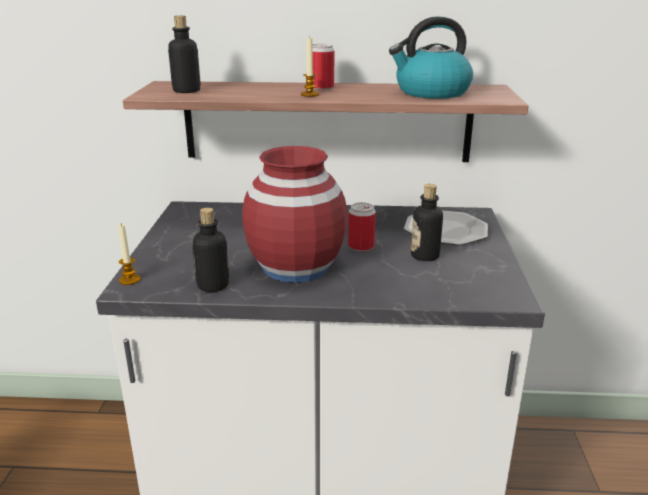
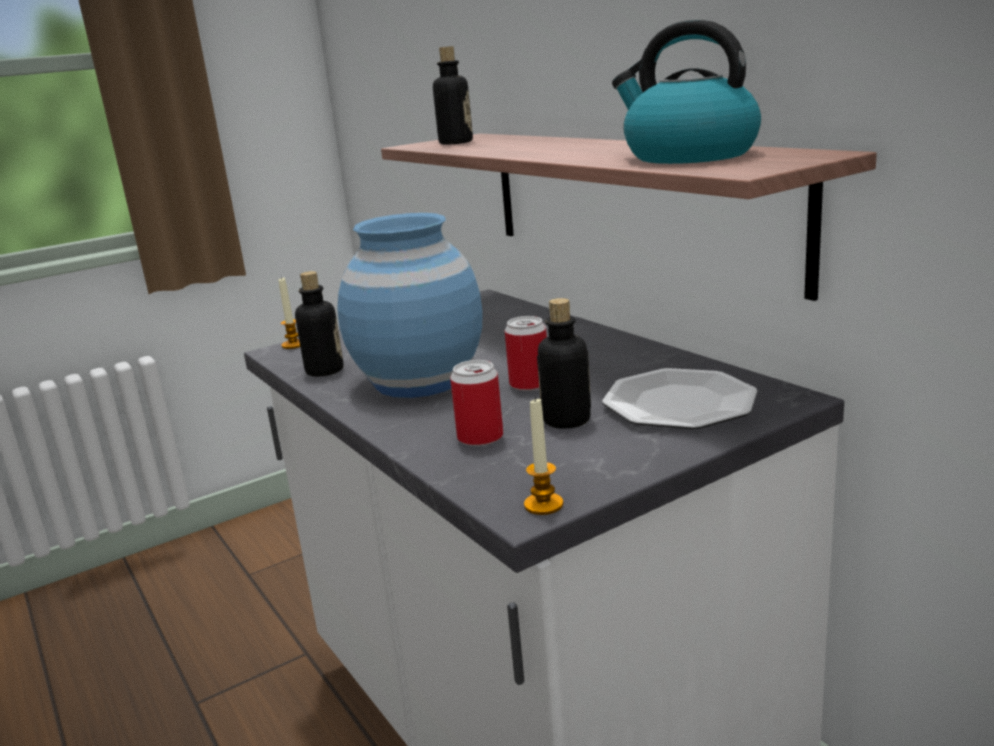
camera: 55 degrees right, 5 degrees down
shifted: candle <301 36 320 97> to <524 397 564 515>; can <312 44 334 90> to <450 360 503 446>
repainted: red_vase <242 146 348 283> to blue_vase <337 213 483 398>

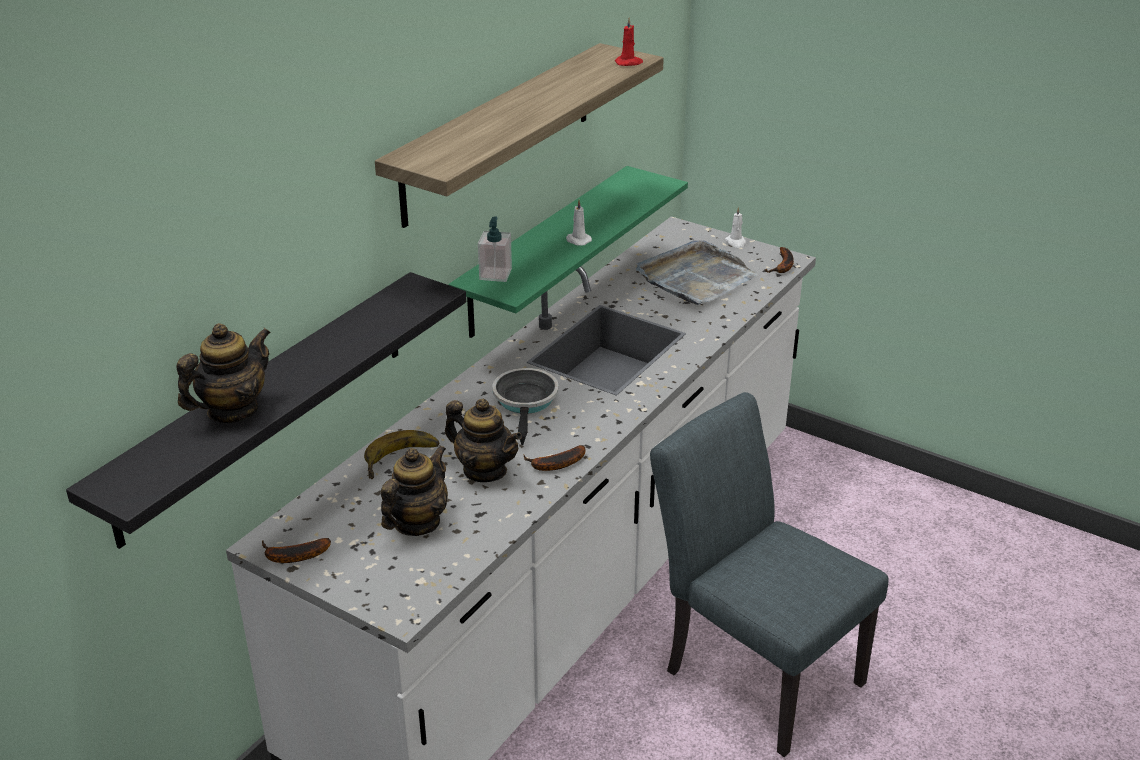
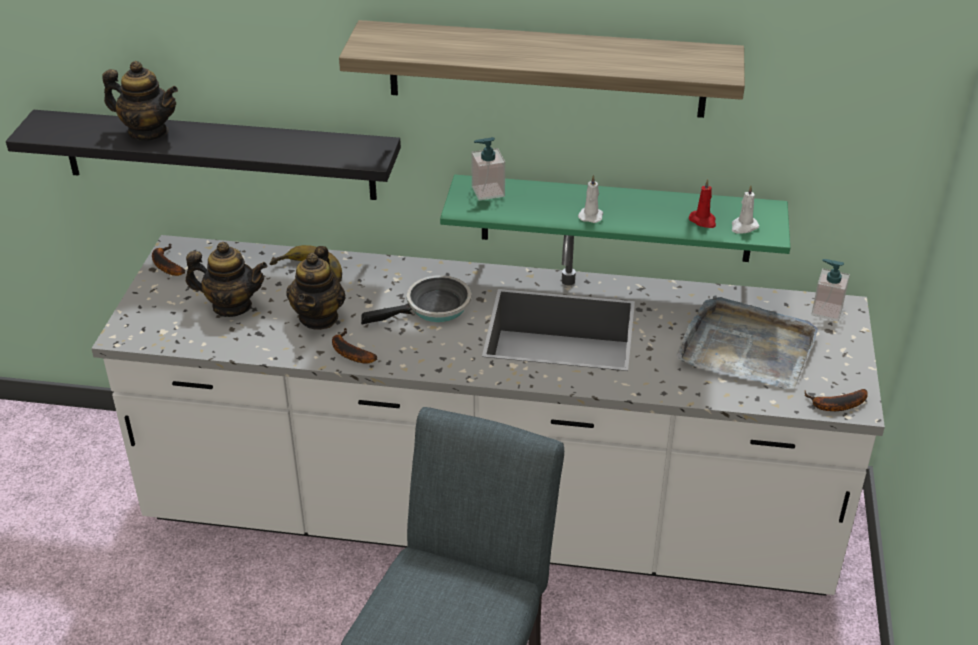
camera: 65 degrees right, 5 degrees up
new: soap_dispenser <811 259 850 321>
shifted: red_candle <615 17 643 66> to <689 179 716 228>; white_candle <725 207 746 248> to <732 185 759 234>

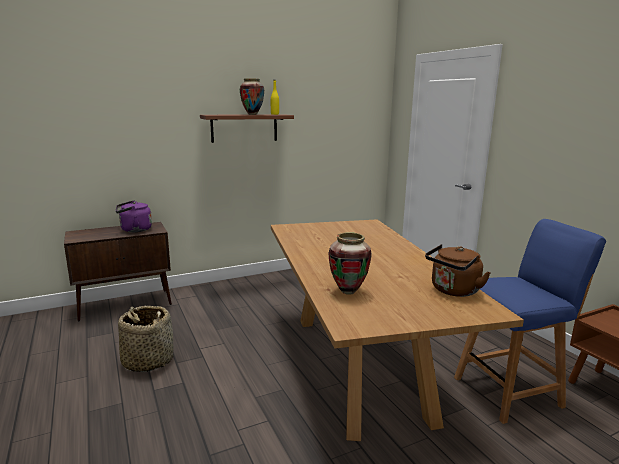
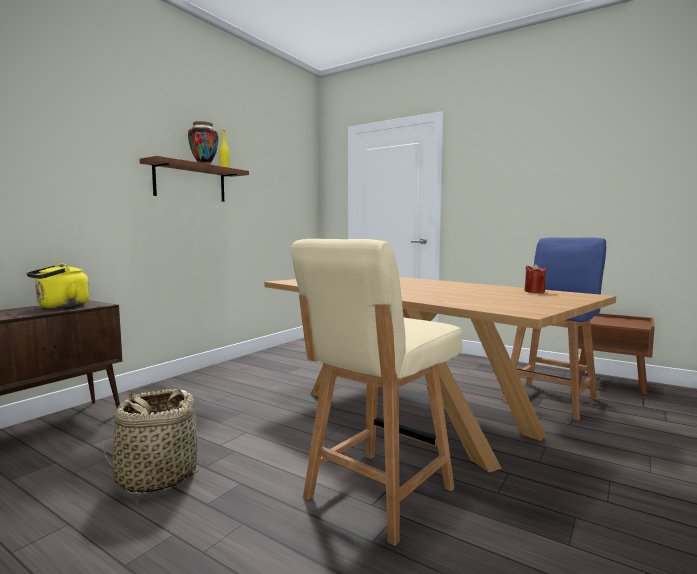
camera: 30 degrees left, 10 degrees down
gone: vase <328 232 372 295>
new: beige_chair <291 239 462 546>
swapped: brown_kettle <425 244 491 297> to red_candle <524 264 546 293>
repainted: purple_kettle <116 200 152 232> to yellow_kettle <27 264 89 309>

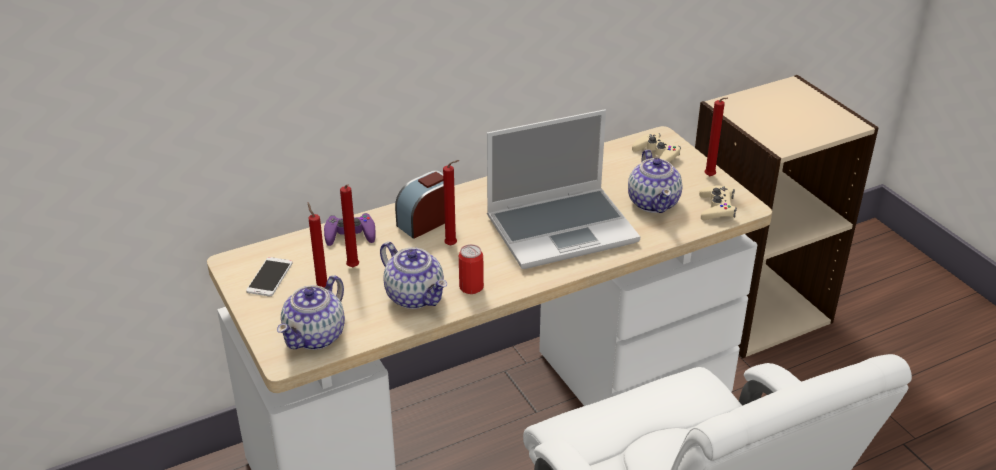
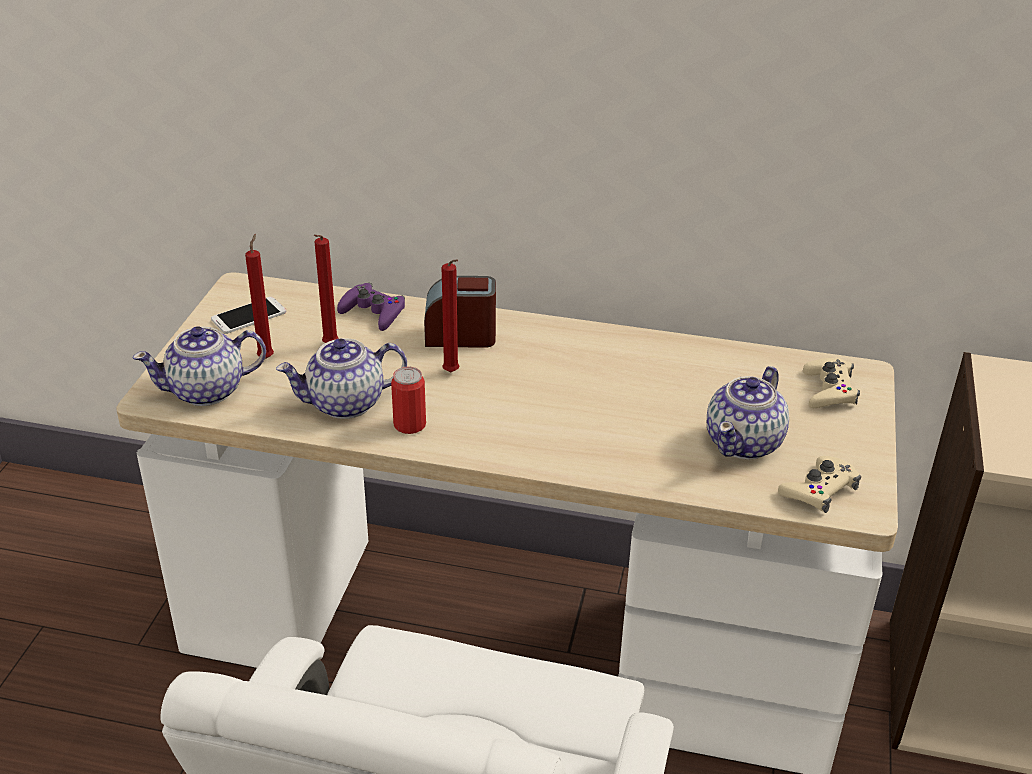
camera: 40 degrees right, 0 degrees up
gone: red_candle <705 98 728 176>; laptop <487 109 640 269>
rotated: teapot <380 242 447 309> = <276 338 407 419> 75 degrees clockwise

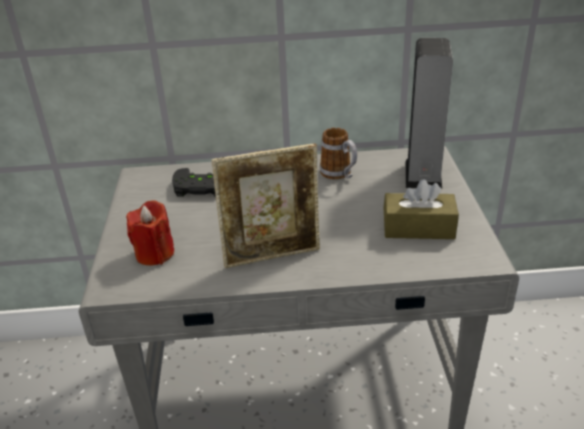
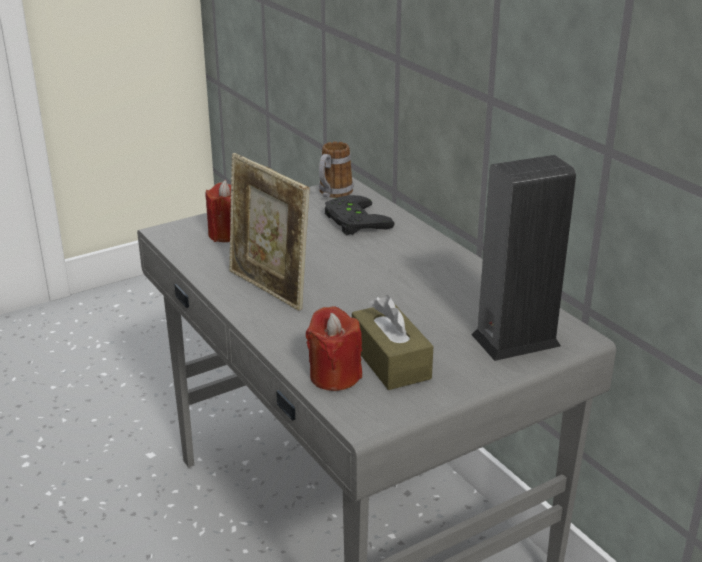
camera: 60 degrees right, 5 degrees down
new: red_candle <306 306 362 391>
shifted: mug <320 128 357 180> to <319 141 353 198>

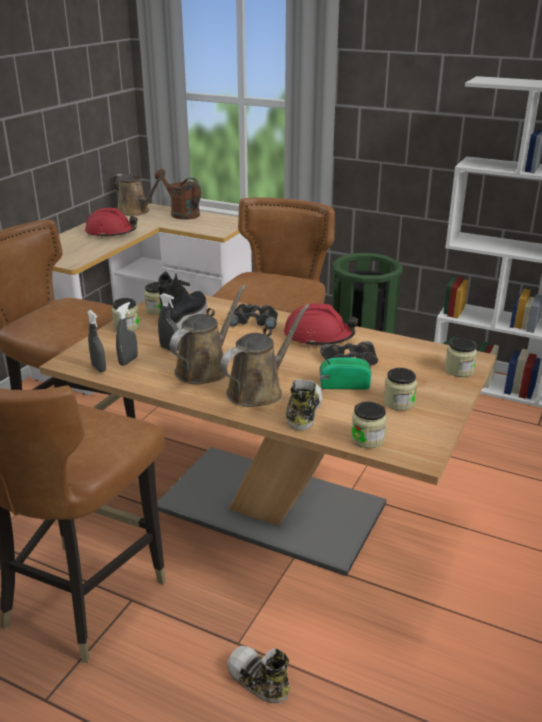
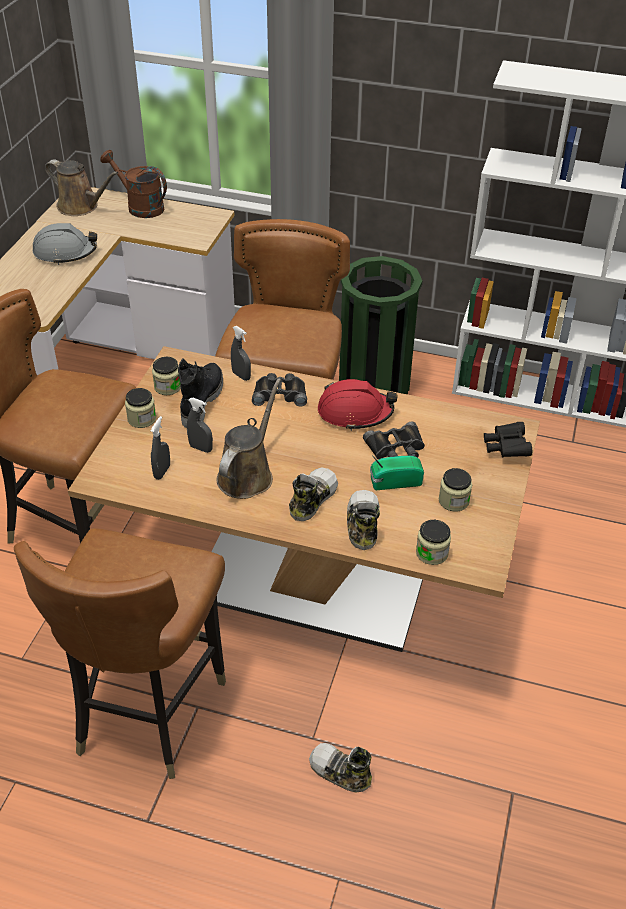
camera: 10 degrees left, 15 degrees up
shifted: grey_spray_bottle <88 310 106 372> to <231 326 251 381>
swapped: brown_watering_can <220 304 309 407> to shoe <289 467 338 521>; jar <445 338 477 377> to black_binoculars <484 422 532 457>
repainted: red_hard_hat <85 208 138 238> to grey_hard_hat <33 223 97 265>

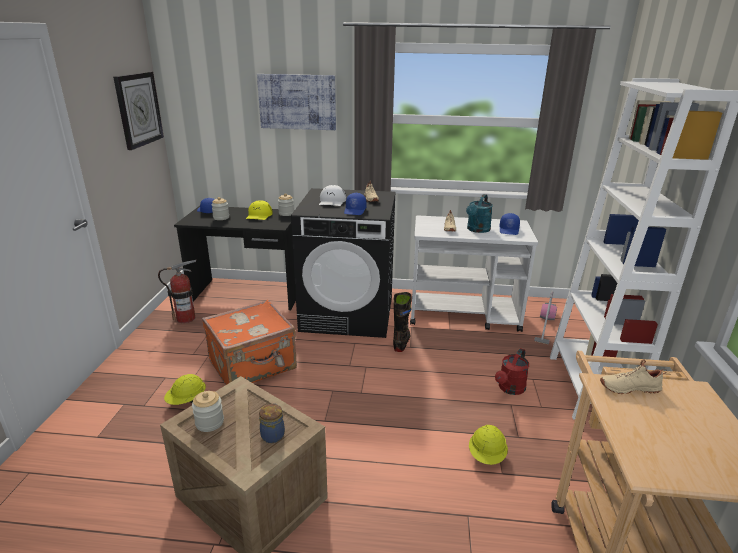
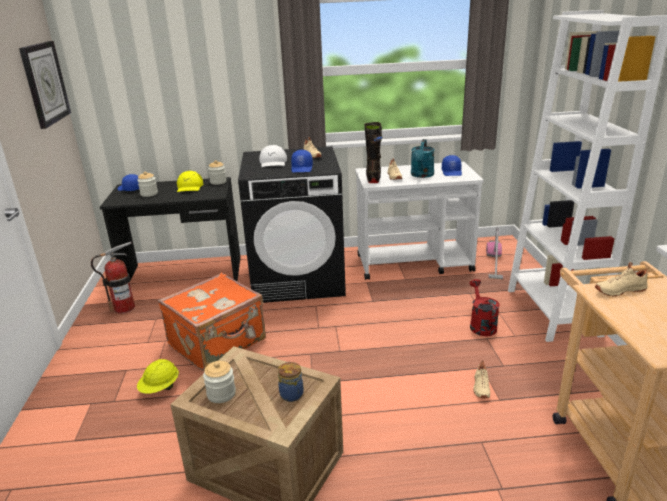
camera: 10 degrees left, 0 degrees up
gone: picture <257 74 336 130>
shifted: black_boot <393 292 412 352> to <364 122 382 183>
swapped: yellow_hard_hat <469 425 508 465> to beige_shoe <473 361 490 398>
rotated: red_watering_can <495 348 529 395> = <470 279 500 336> 150 degrees clockwise

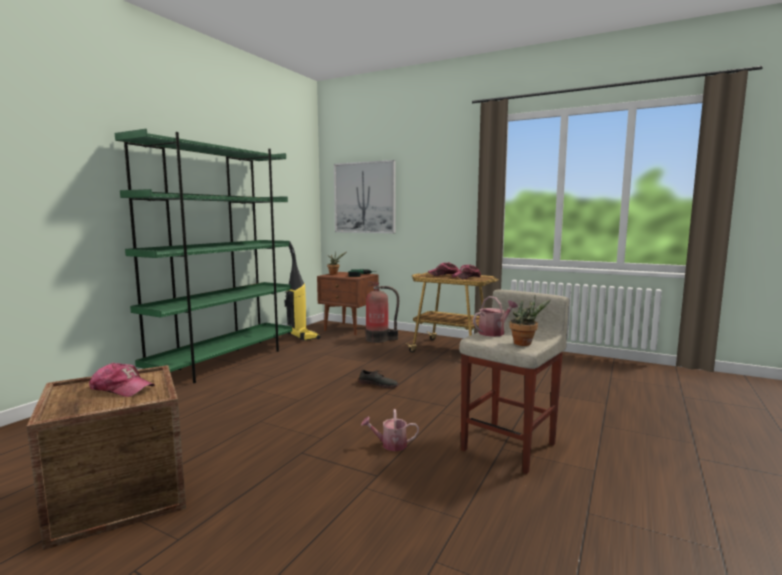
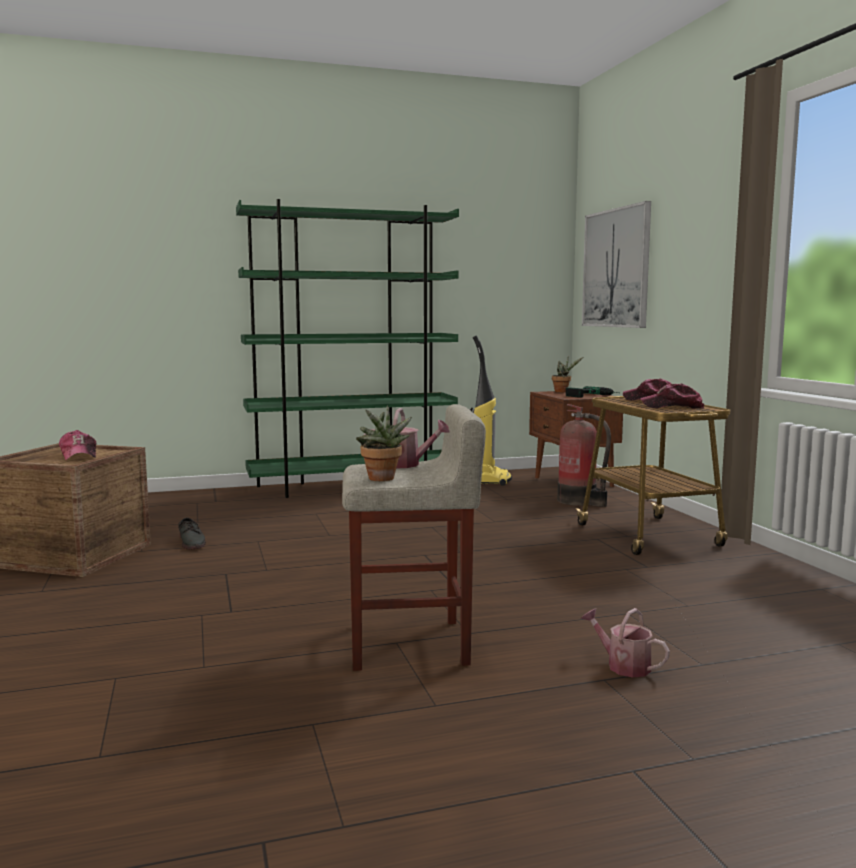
camera: 45 degrees right, 0 degrees up
shifted: grey_shoe <358 370 399 388> to <178 518 206 550>; watering_can <361 409 419 451> to <581 608 670 678>

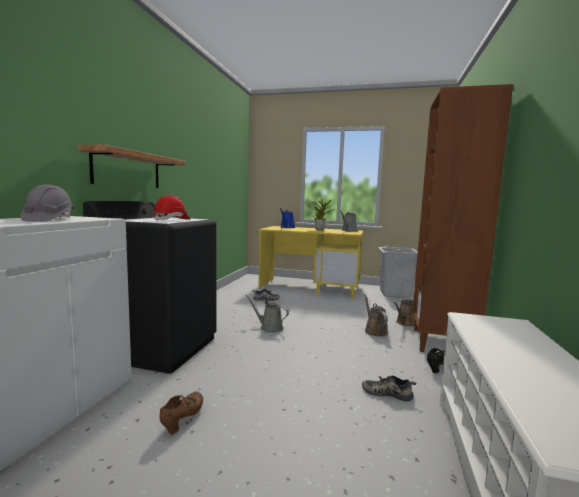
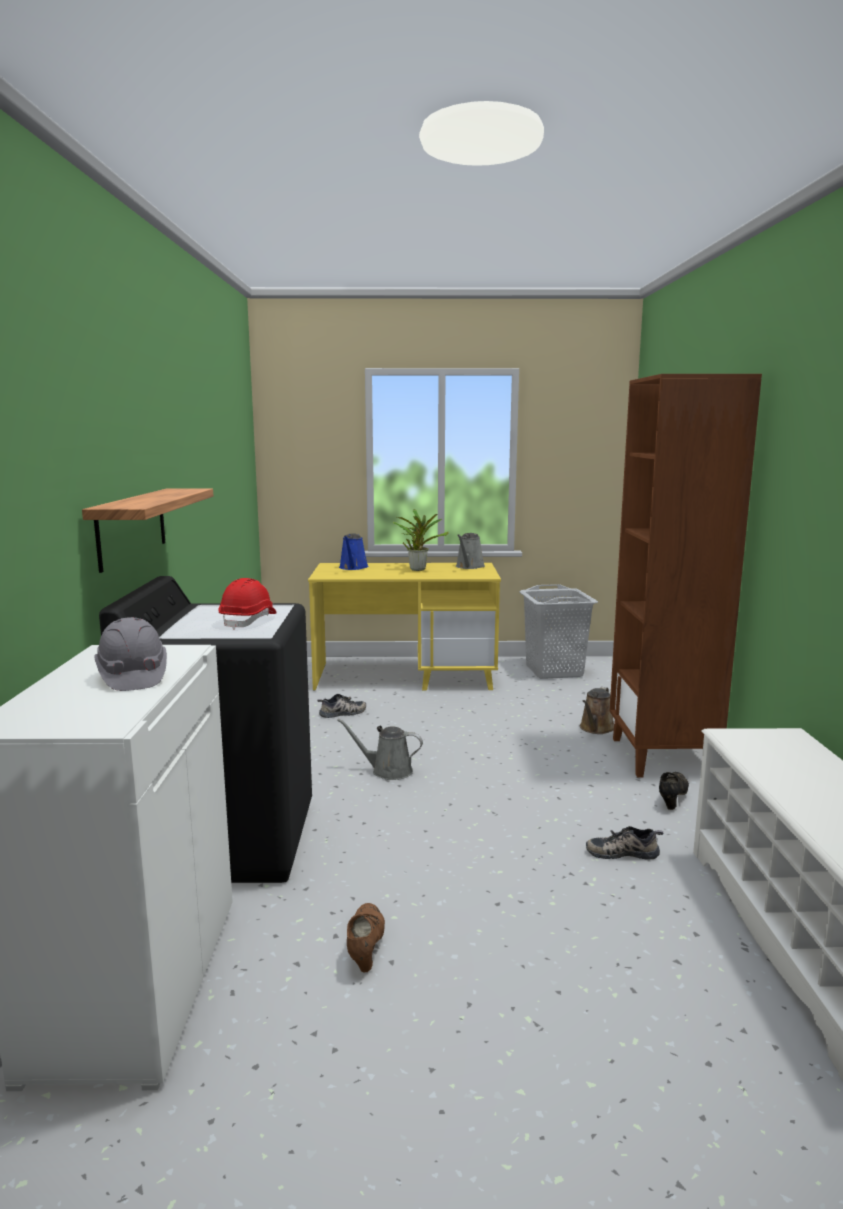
camera: 15 degrees left, 5 degrees up
gone: brown_watering_can <364 295 388 337>

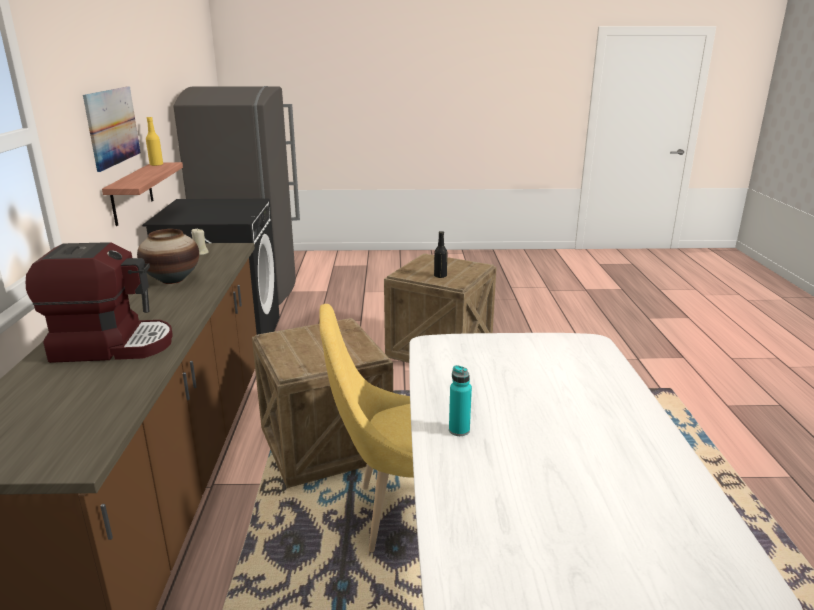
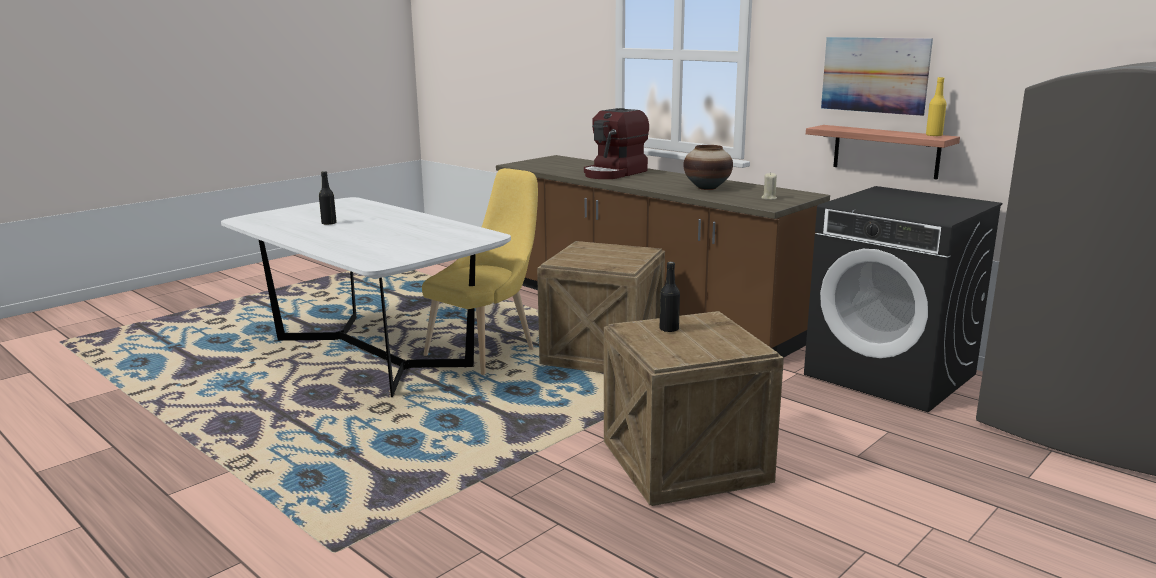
camera: 135 degrees right, 5 degrees down
gone: turquoise_bottle <449 365 472 436>
new: black_bottle <319 171 337 225>

